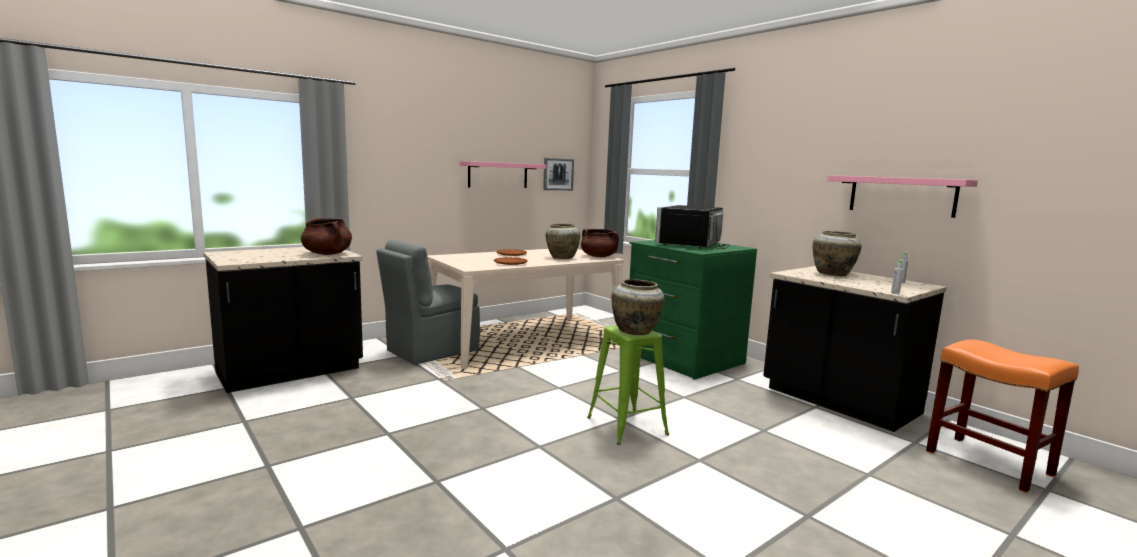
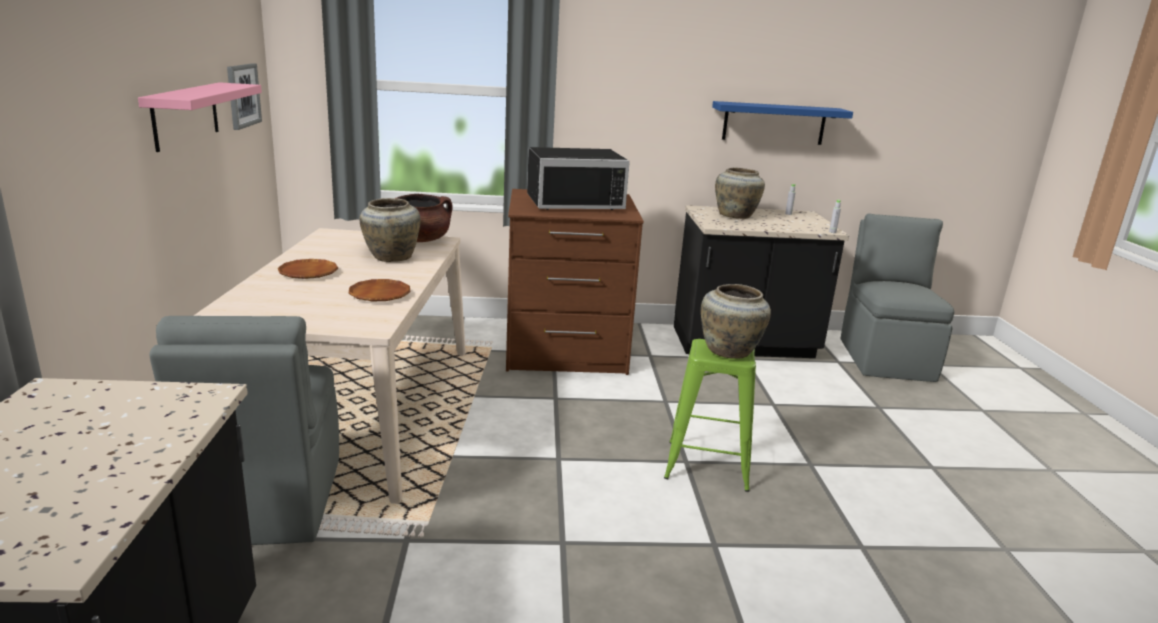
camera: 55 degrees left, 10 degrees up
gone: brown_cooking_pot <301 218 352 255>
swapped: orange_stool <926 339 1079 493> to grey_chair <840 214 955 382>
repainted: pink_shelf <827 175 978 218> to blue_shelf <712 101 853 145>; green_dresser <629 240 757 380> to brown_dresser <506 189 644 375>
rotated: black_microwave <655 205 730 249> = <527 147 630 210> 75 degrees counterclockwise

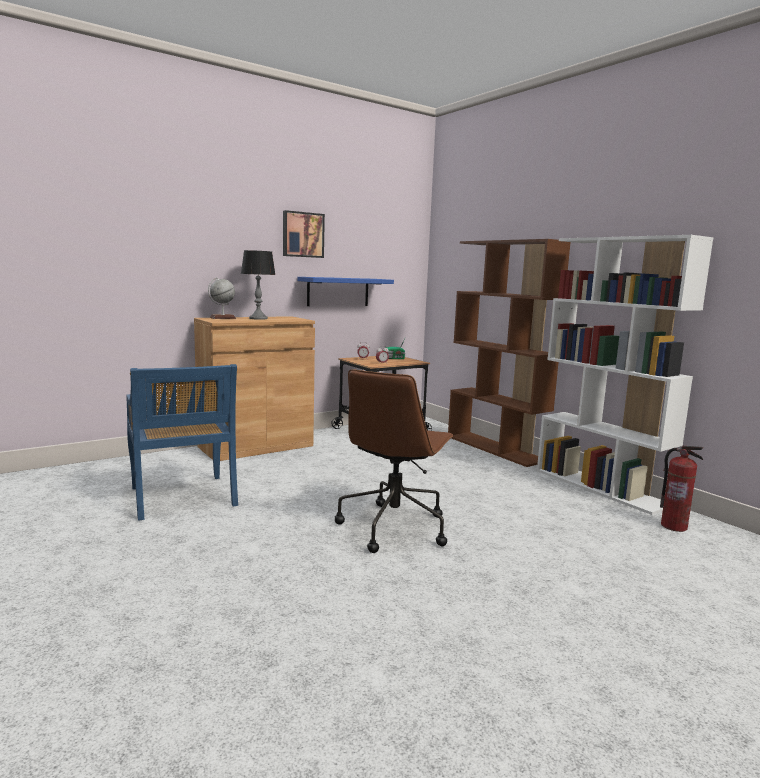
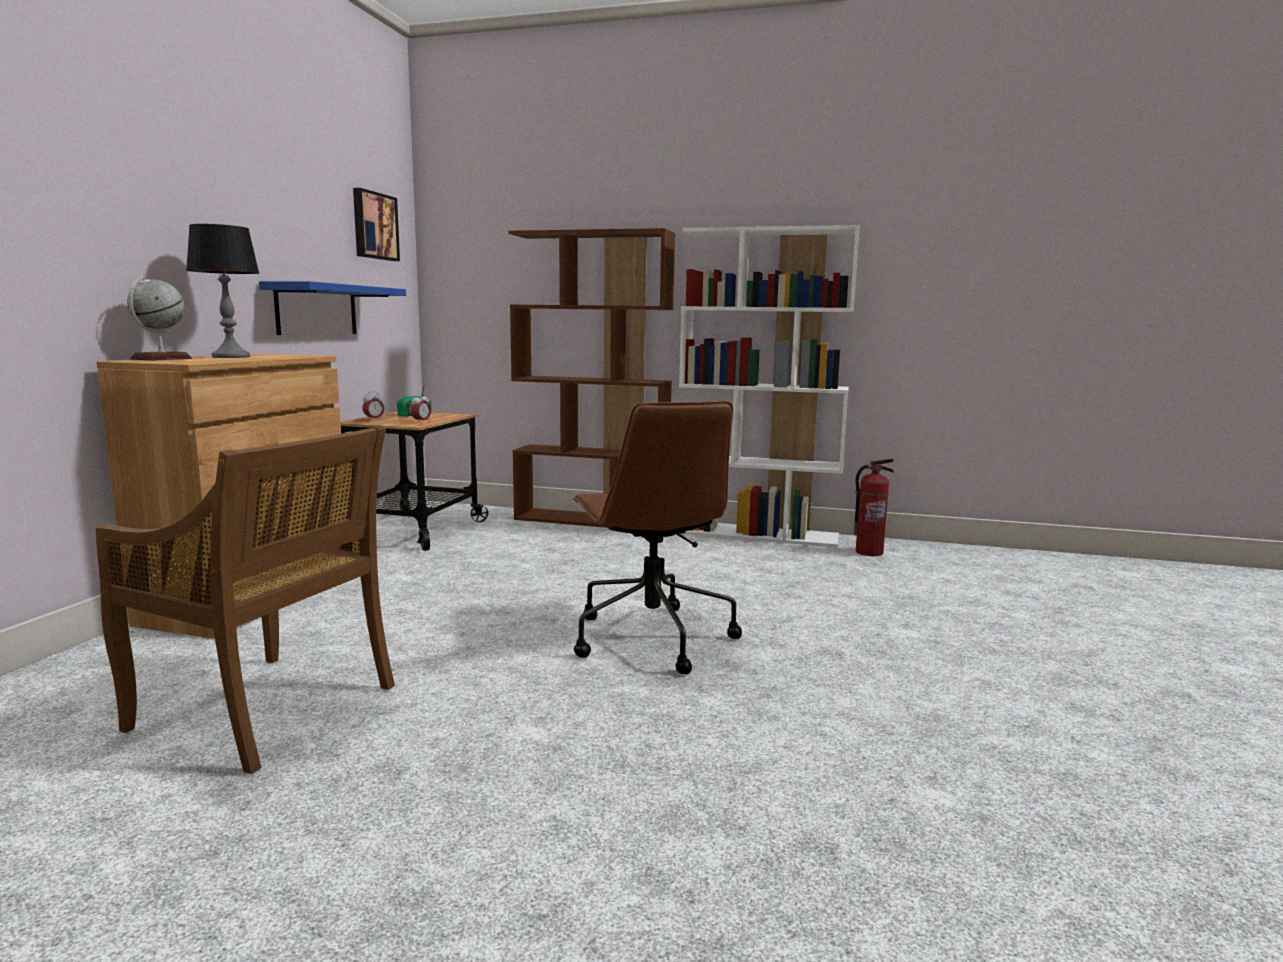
camera: 40 degrees left, 0 degrees up
shifted: picture <283 210 325 258> to <353 188 400 261>
repainted: blue_chair <126 364 238 521> to brown_chair <96 425 395 774>

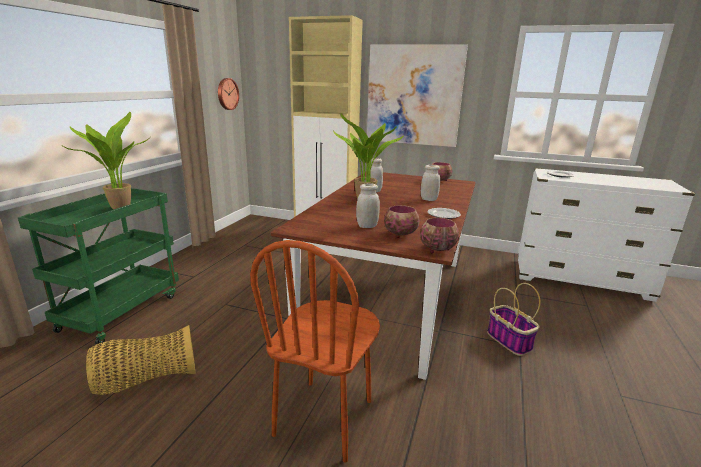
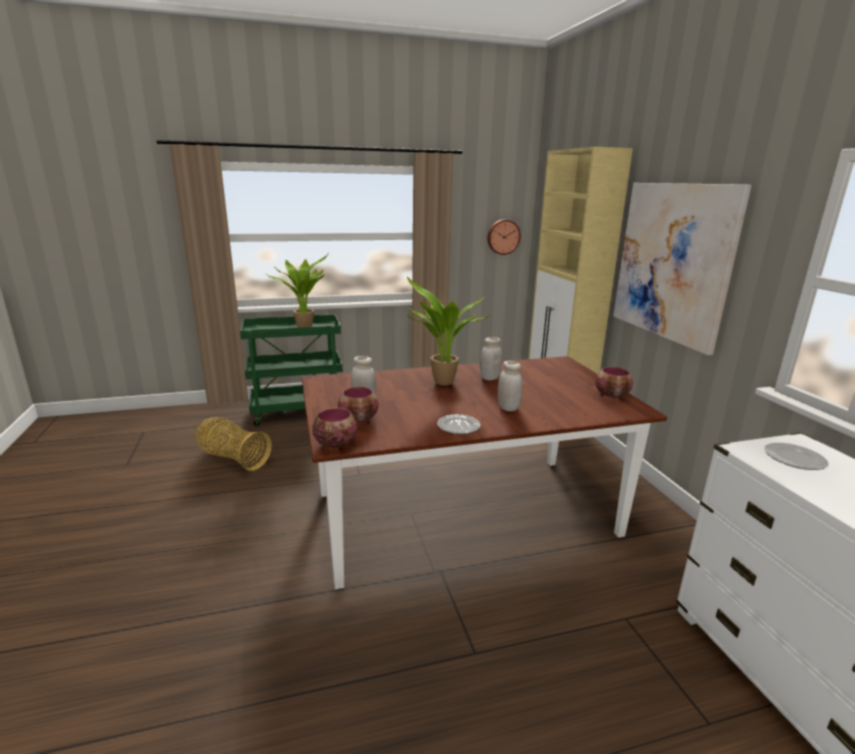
camera: 55 degrees right, 0 degrees up
gone: brown_chair <250 240 380 463>; basket <487 283 541 356>

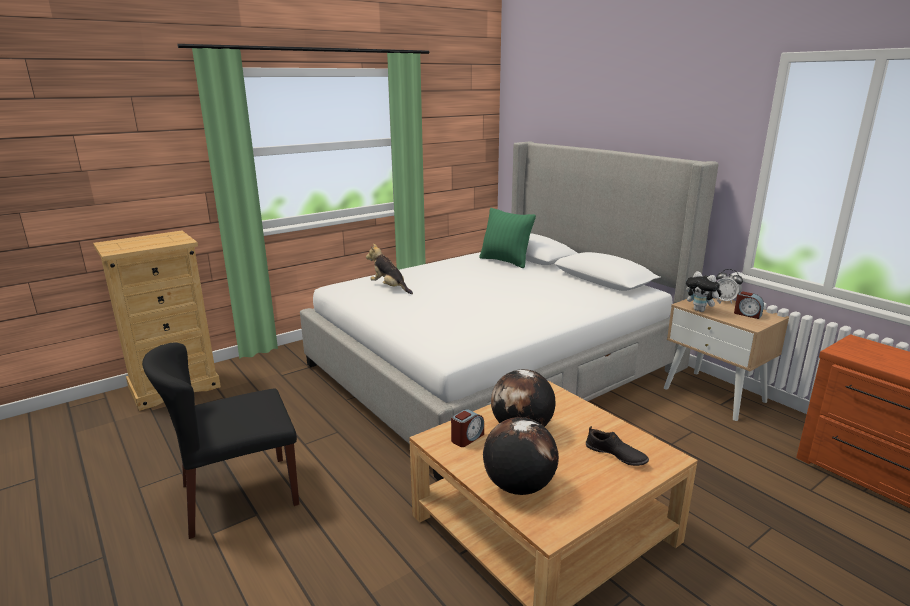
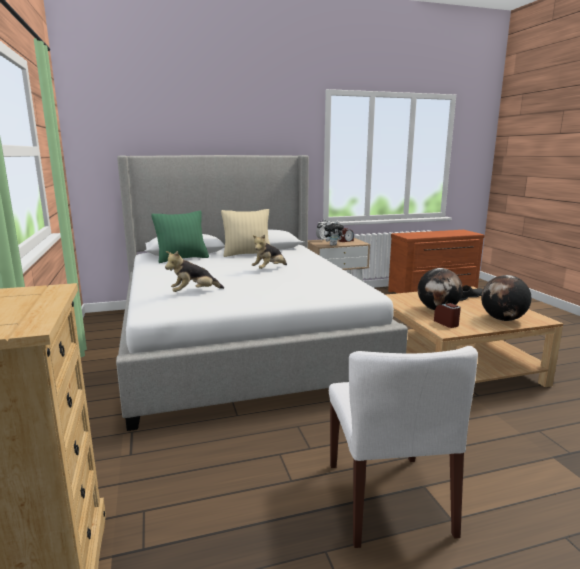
camera: 70 degrees left, 5 degrees down
new: beige_pillow <221 209 270 257>; plush_toy <252 234 287 269>
repainted: black_chair <142 342 299 539> to white_chair <329 346 478 548>

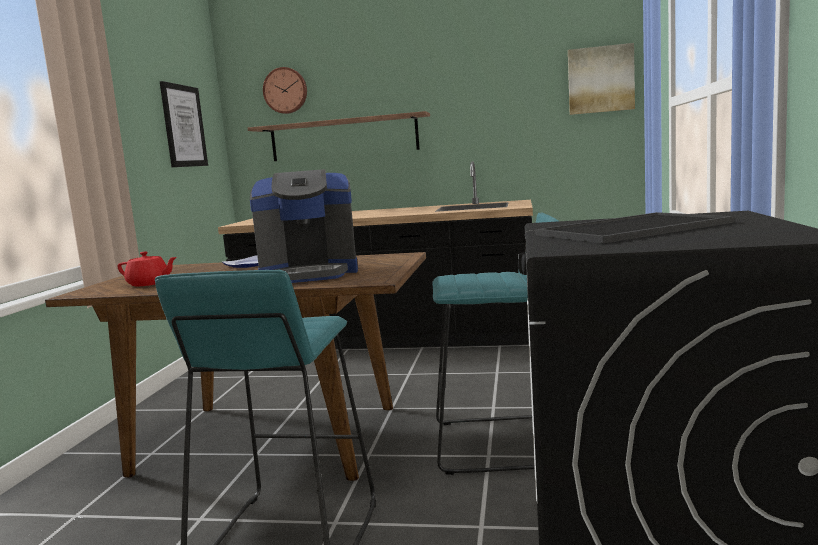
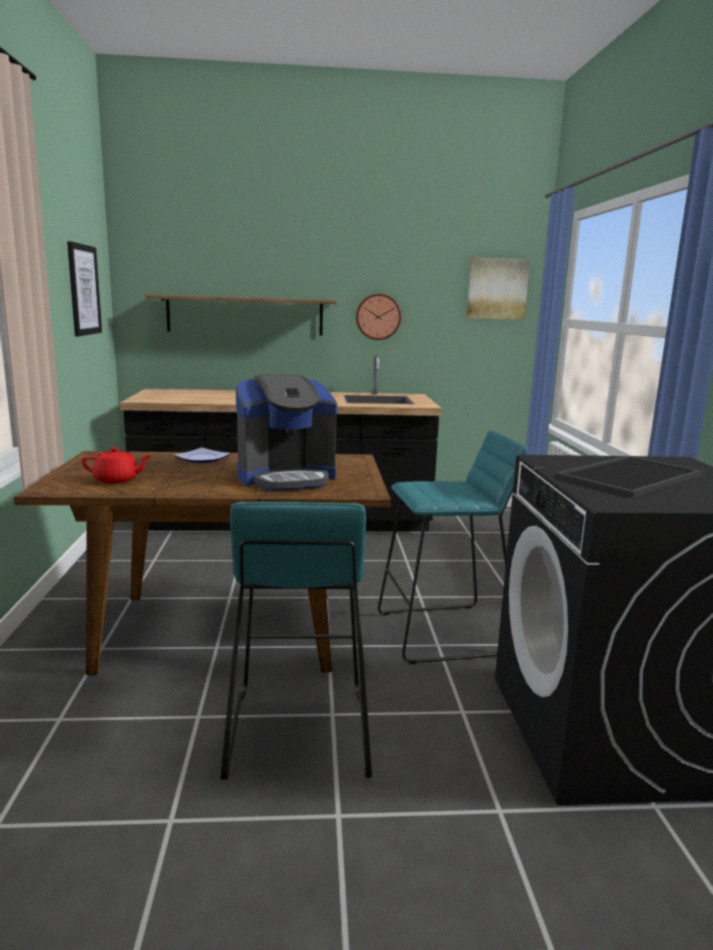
camera: 15 degrees left, 5 degrees up
shifted: wall_clock <263 67 307 114> to <356 294 401 340>

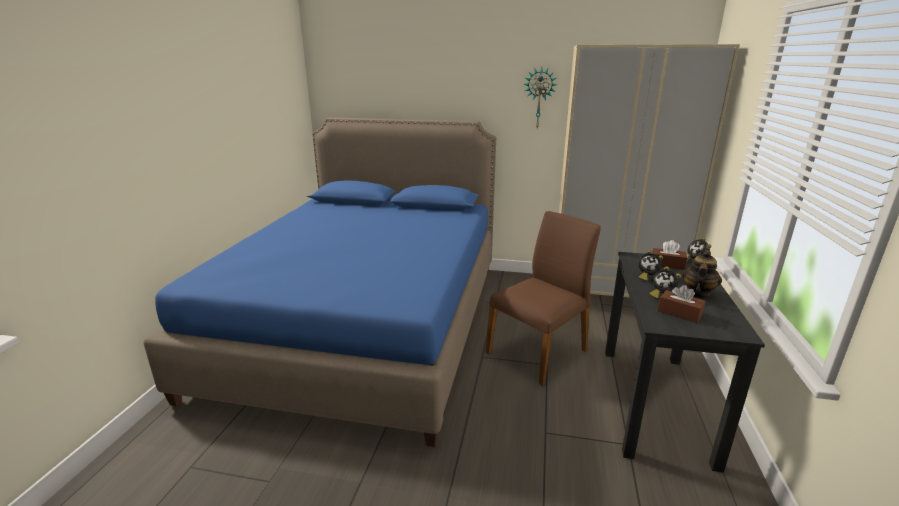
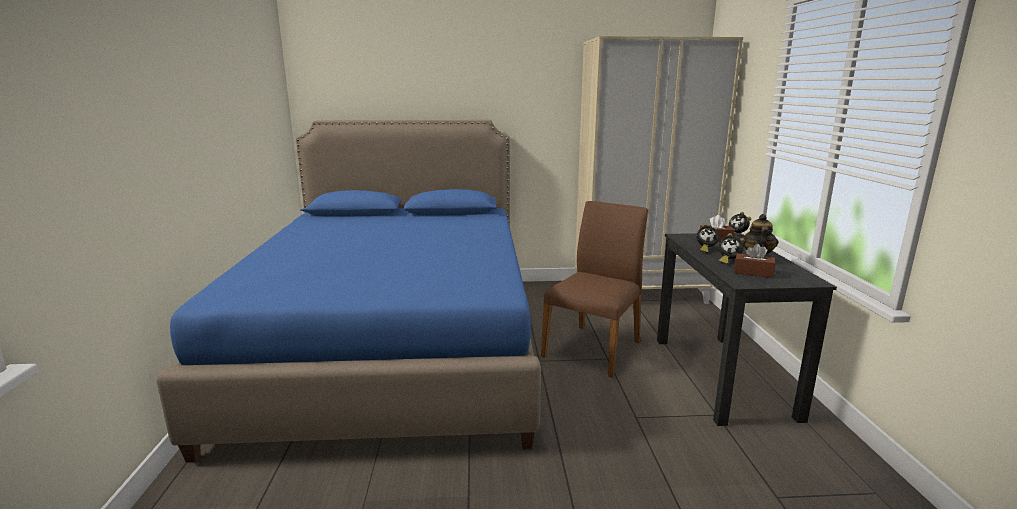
camera: 15 degrees left, 5 degrees down
gone: wall_clock <523 67 557 128>

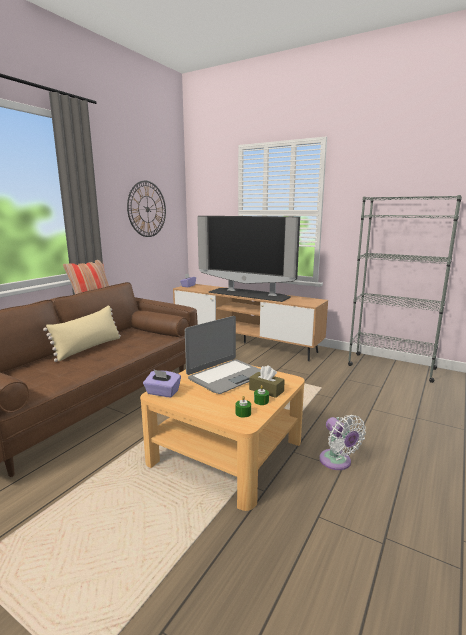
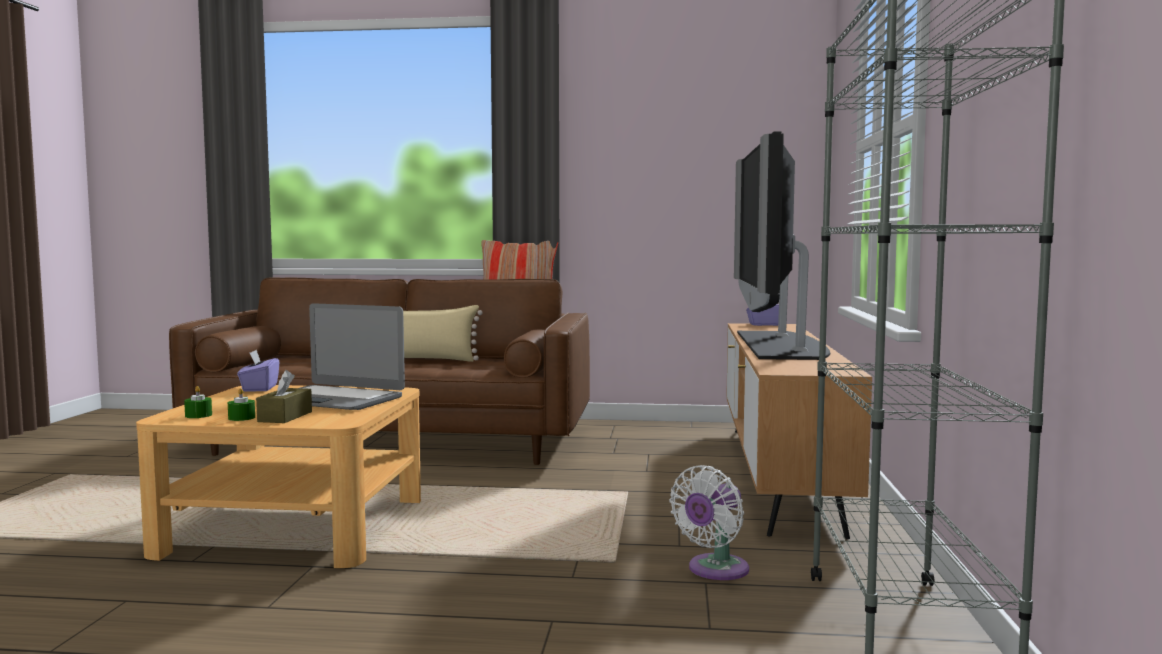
camera: 65 degrees right, 10 degrees down
gone: wall_clock <127 181 166 237>
shifted: white_fan <319 415 366 470> to <670 465 749 580>

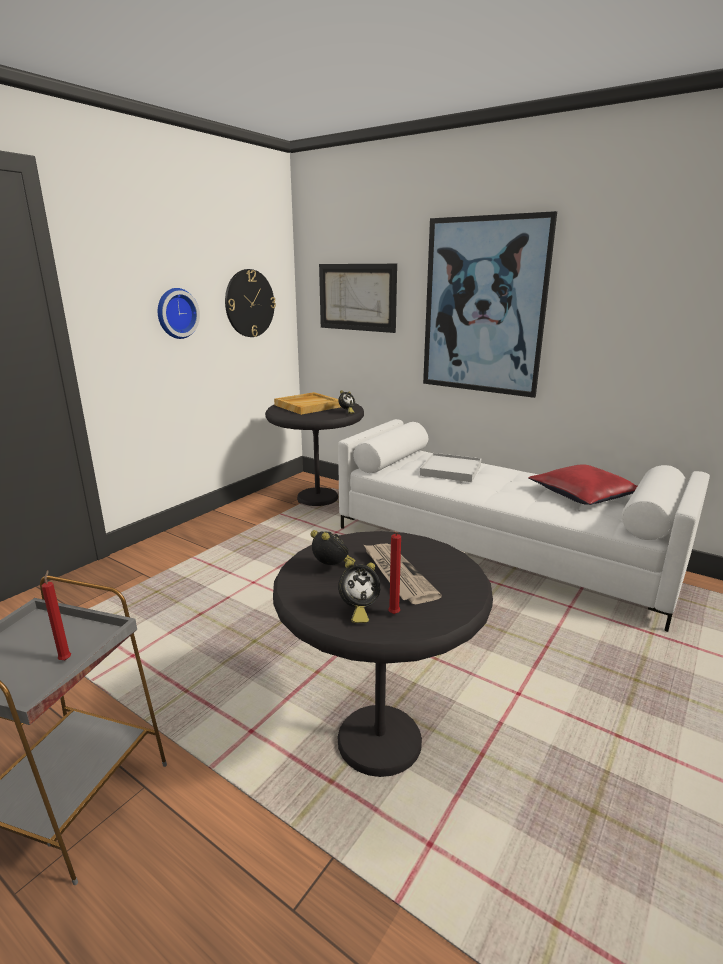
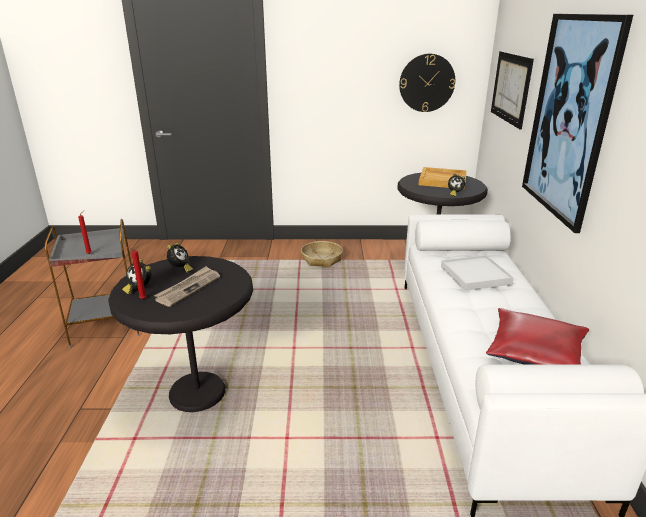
camera: 55 degrees right, 5 degrees up
gone: wall_clock <158 288 200 339>
new: basket <301 241 343 267>

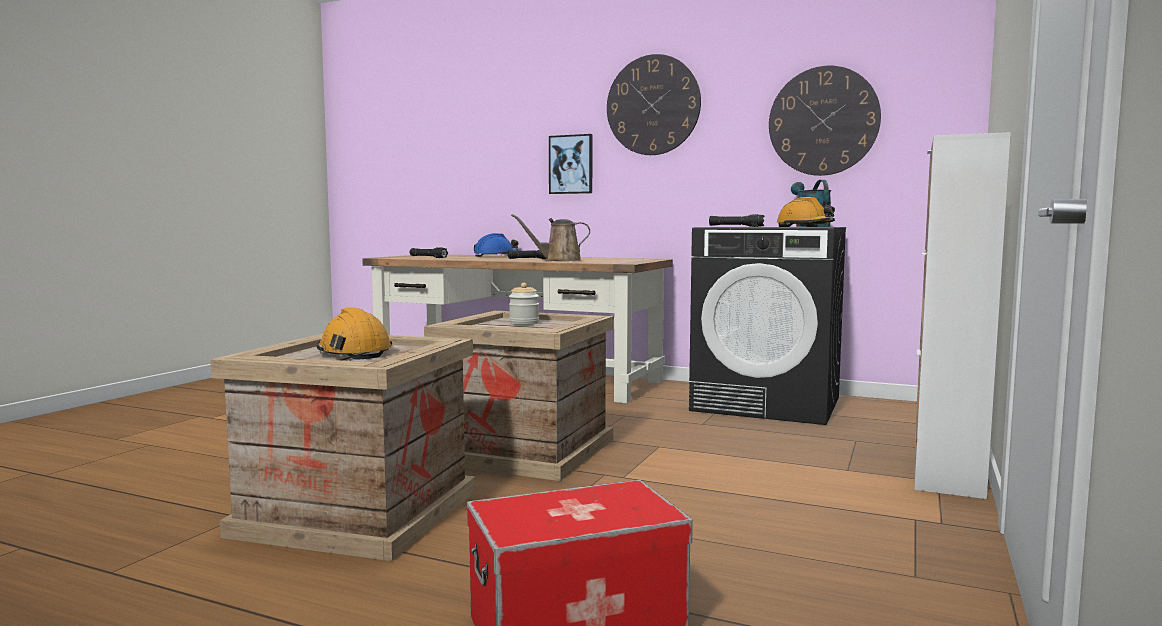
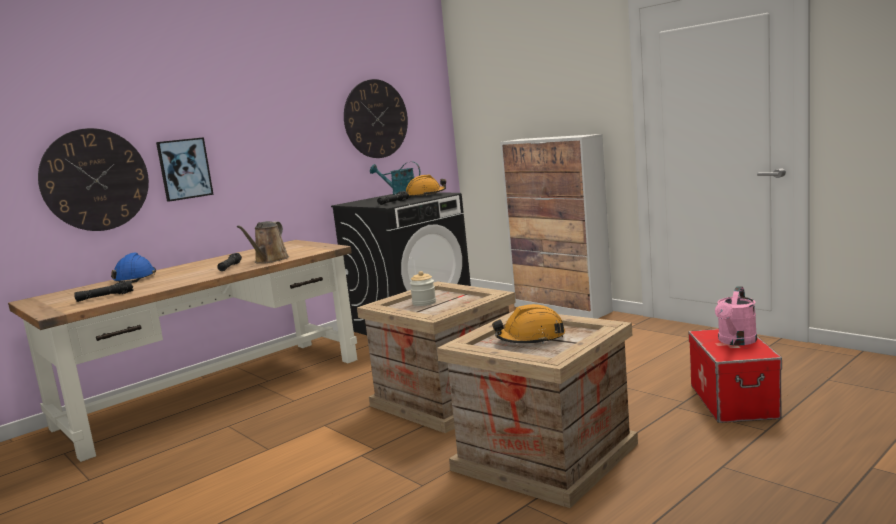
camera: 65 degrees left, 5 degrees up
new: pink_watering_can <715 286 757 345>
shifted: wall_clock <607 54 701 155> to <38 128 149 231>

